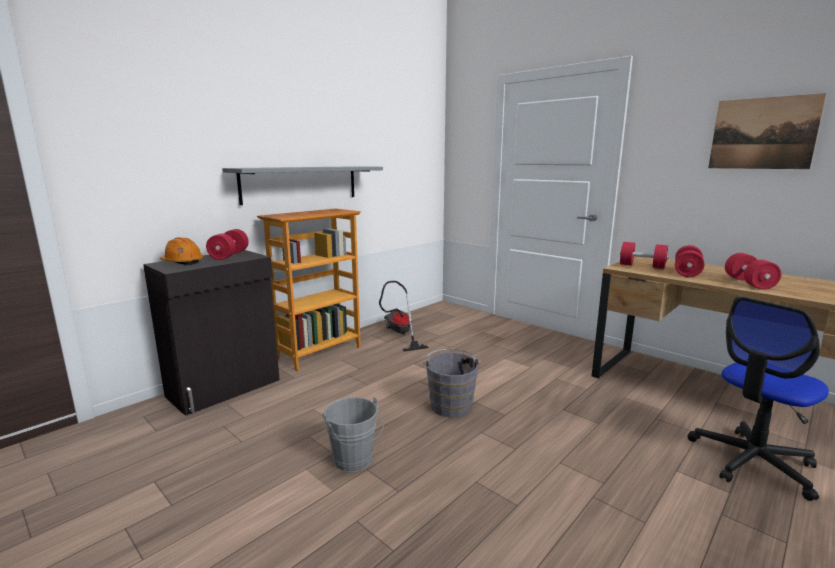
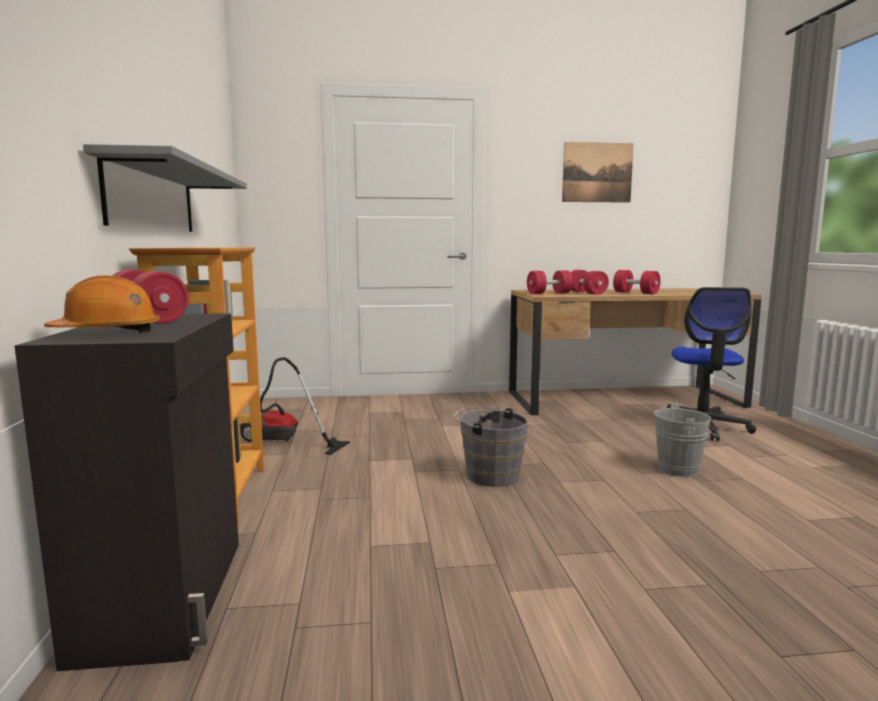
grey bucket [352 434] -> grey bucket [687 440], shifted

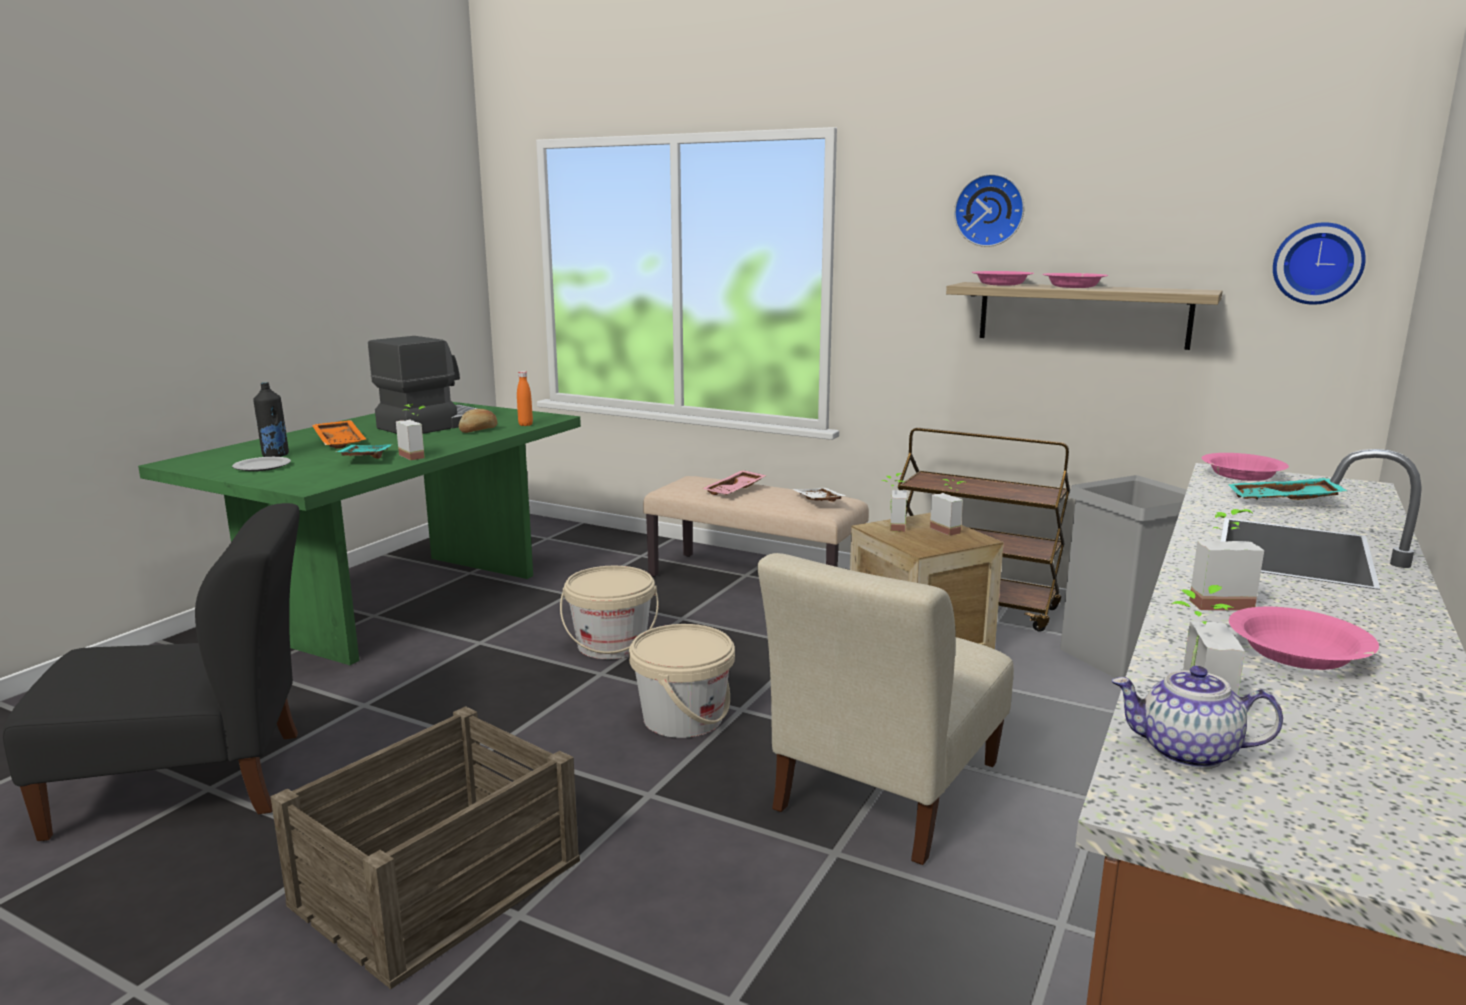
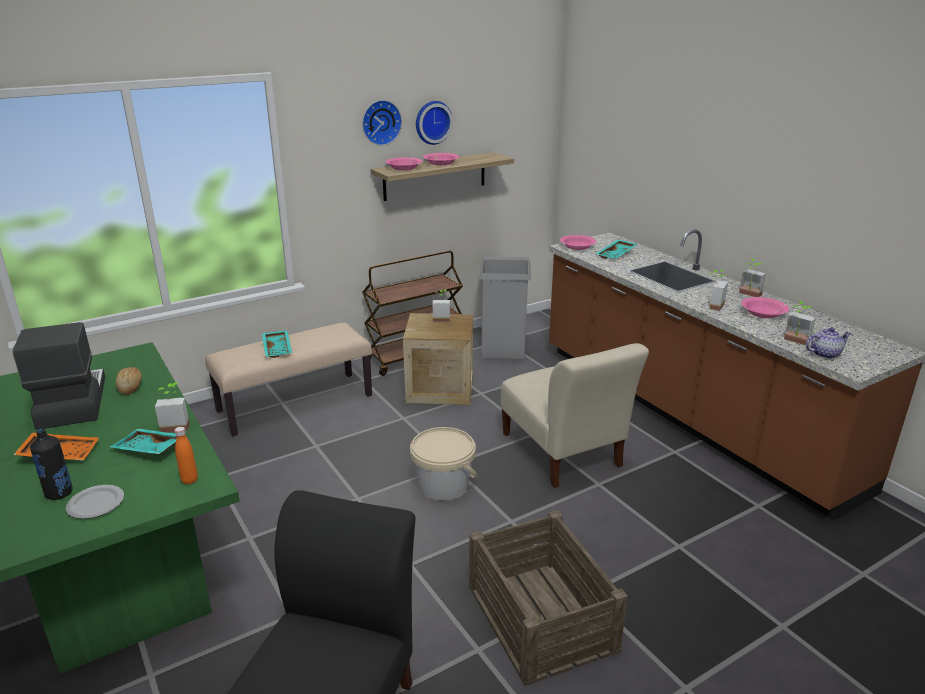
orange bottle [525 398] -> orange bottle [186 455], shifted
beige bucket [609 612] -> none
pink tray [734 482] -> turquoise tray [277 344]
white tray [819 495] -> none
potted plant [894 502] -> potted plant [752 278], shifted
teapot [1197 717] -> teapot [829 343], 150 degrees counterclockwise
wall clock [1319 263] -> wall clock [434 123], shifted

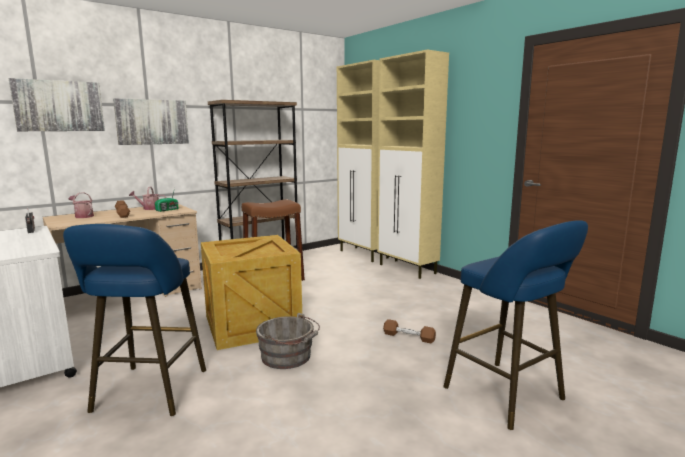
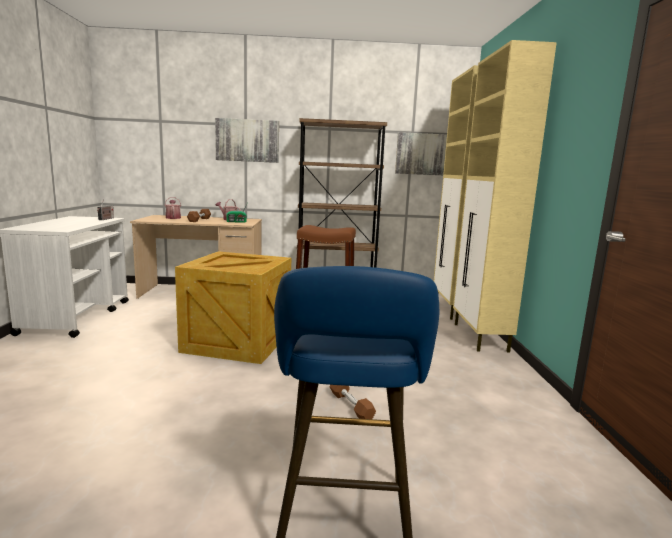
picture [57 104] -> picture [421 153], shifted
blue stool [134 320] -> none
grey bucket [288 341] -> none

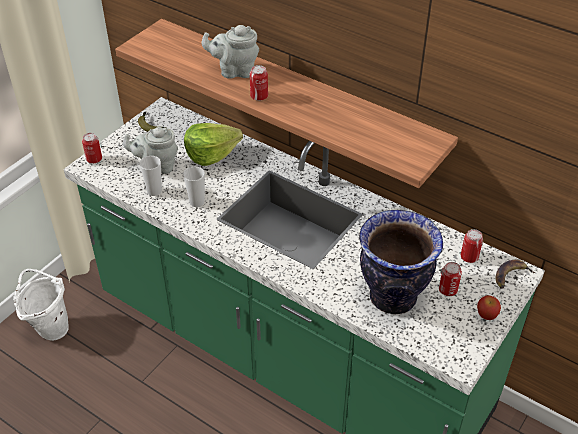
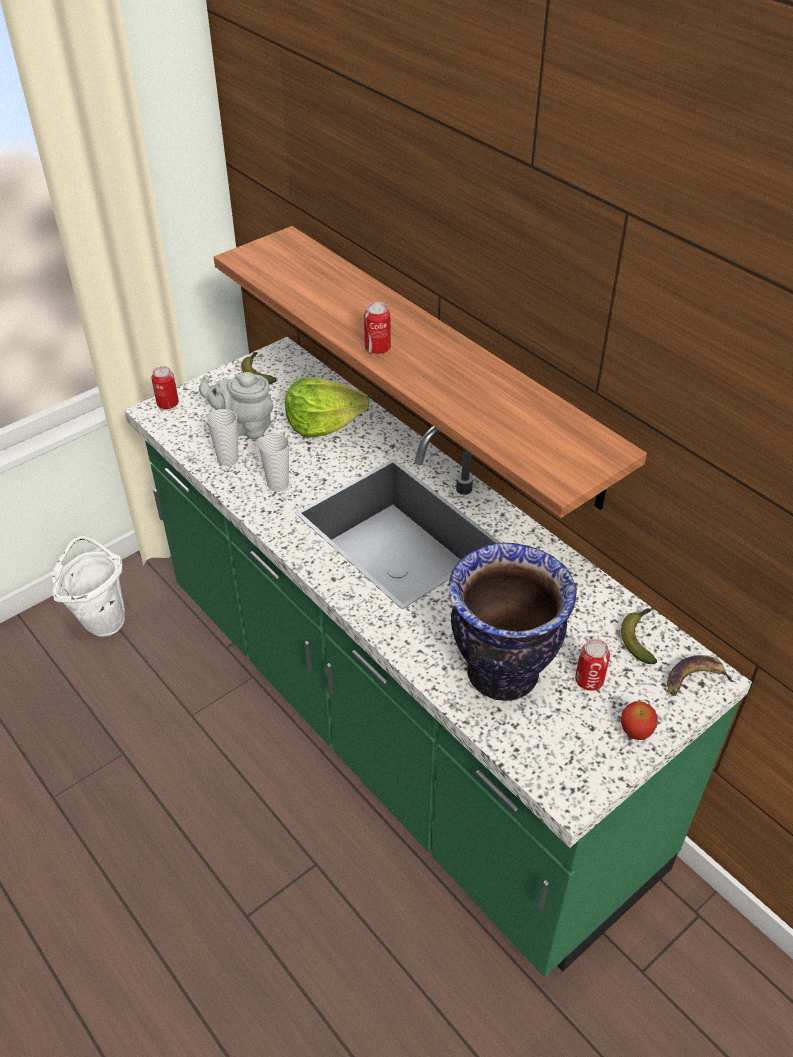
grey teapot [230 52] -> none
can [472 246] -> banana [639 636]

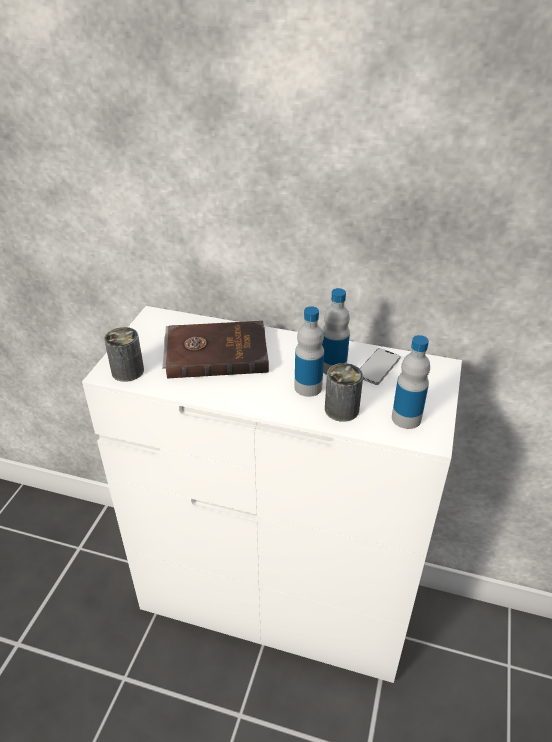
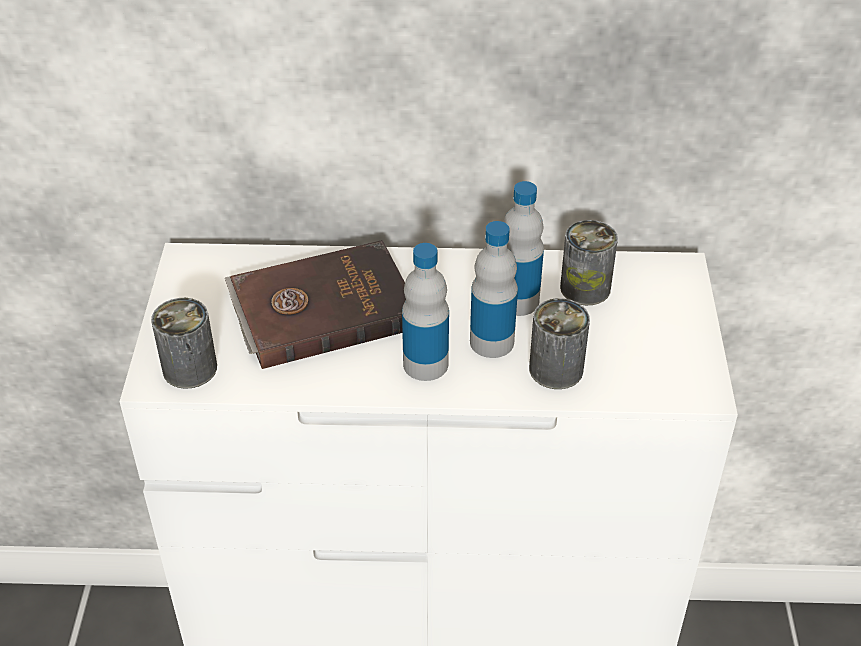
phone [380 366] -> can [589 262]
bottle [411 382] -> bottle [425 312], shifted

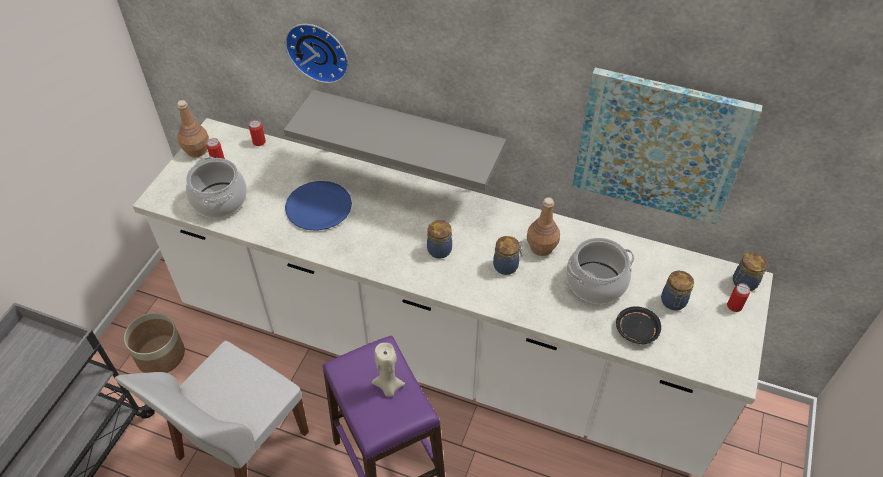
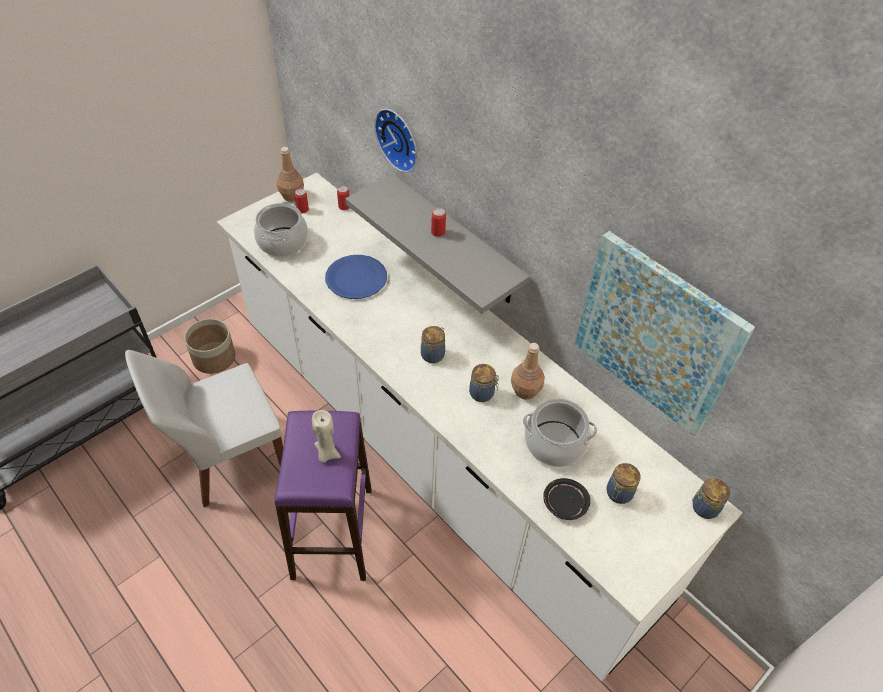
can [738 297] -> can [438 222], shifted

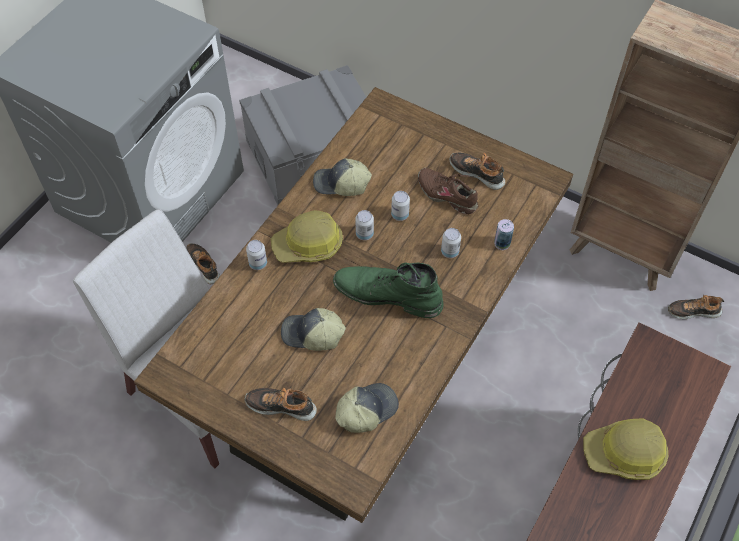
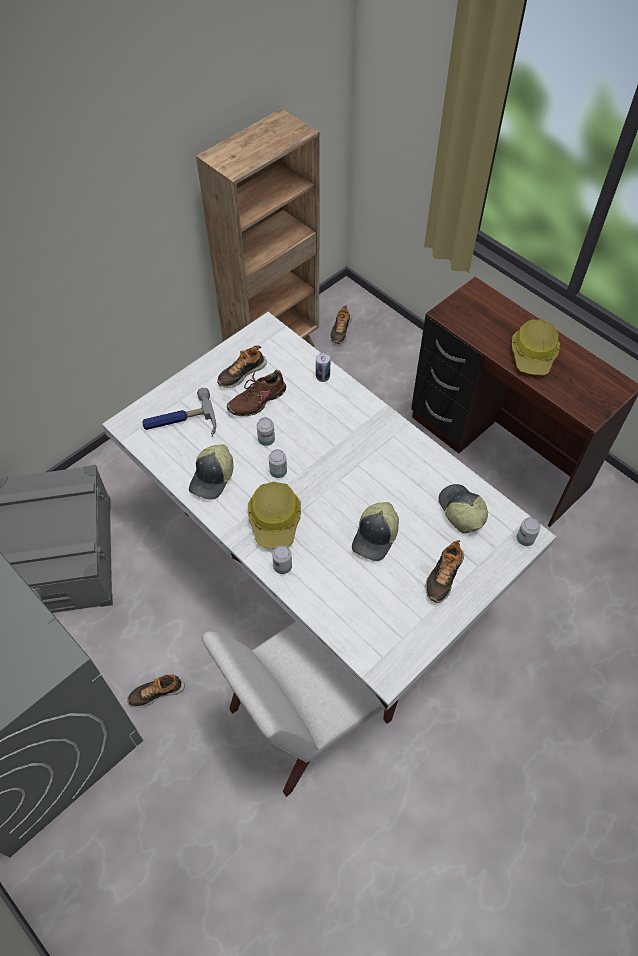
brown dining table [353 305] -> white dining table [329 511]
green boot [388 290] -> none
can [451 243] -> can [529 531], shifted
none -> hammer [179 412]

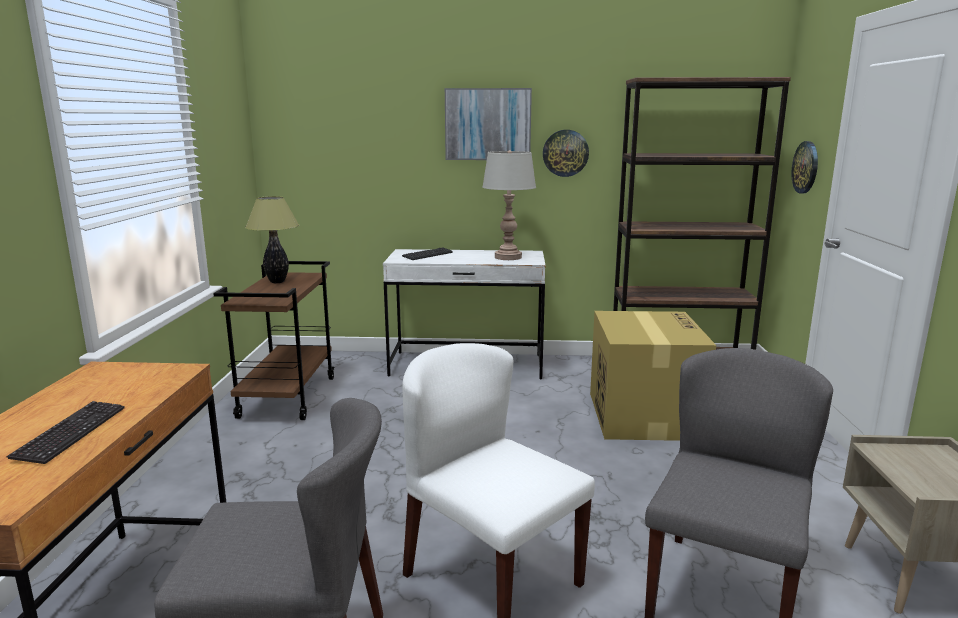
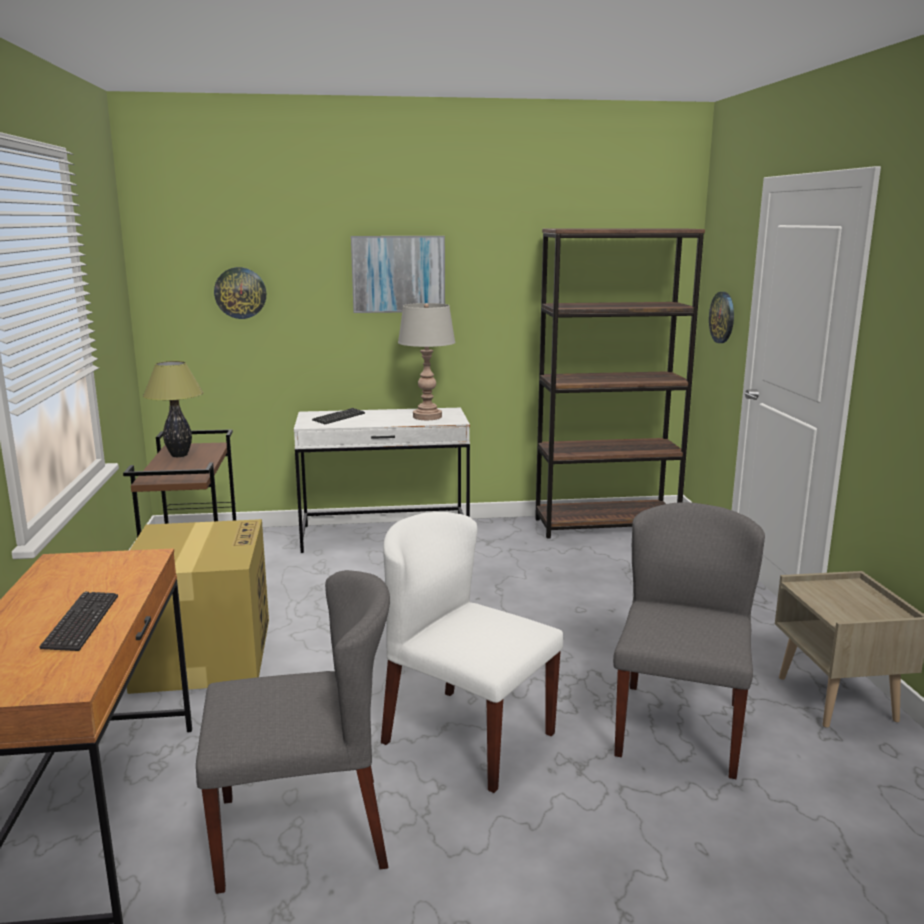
wall clock [566 153] -> wall clock [240 293], shifted
cardboard box [653 376] -> cardboard box [198 606], shifted

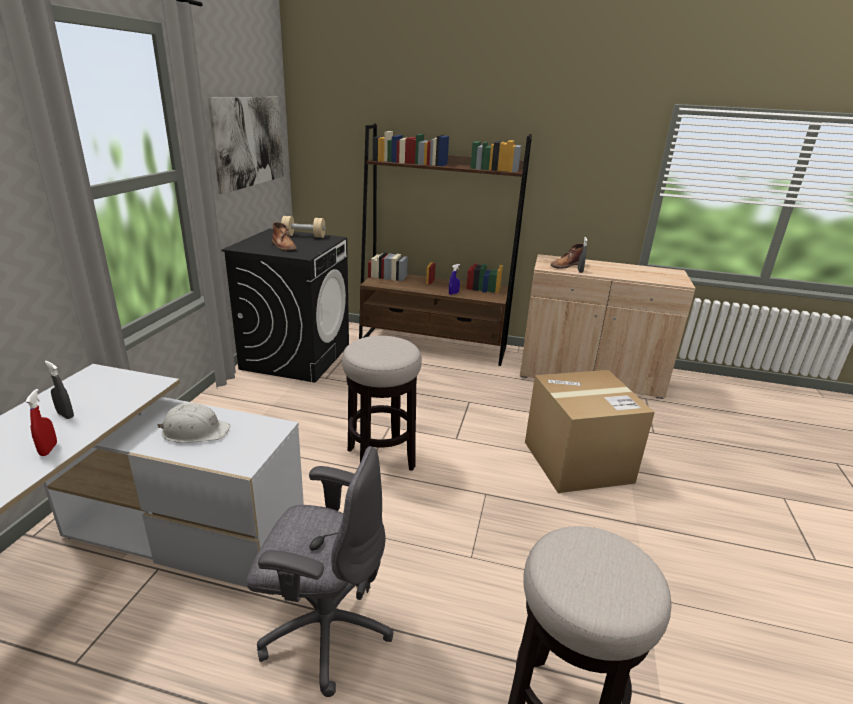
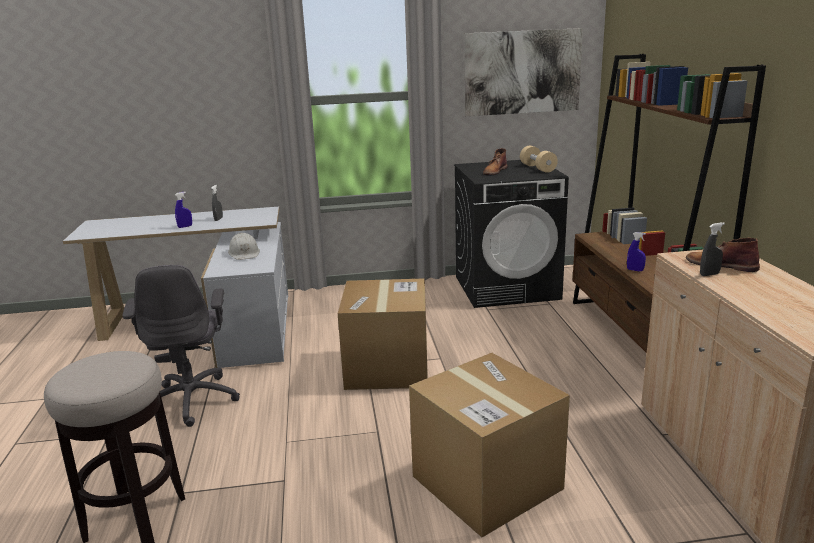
red spray bottle [41 422] -> blue spray bottle [183 210]
stool [382 403] -> cardboard box [383 334]

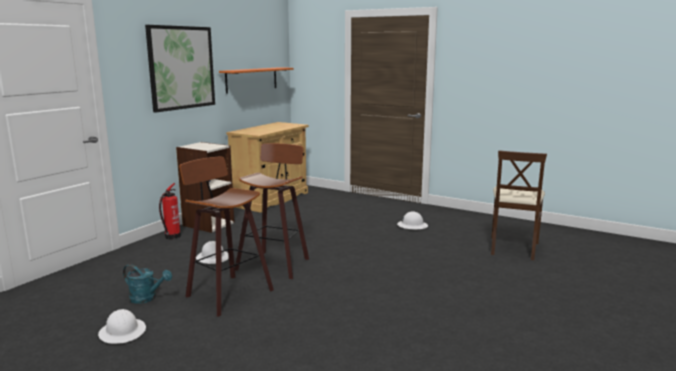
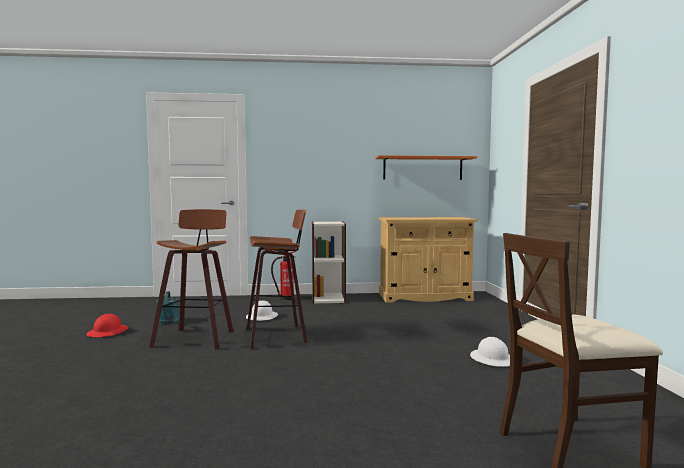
white hard hat [122 326] -> red hard hat [107 325]
picture [180 68] -> none

